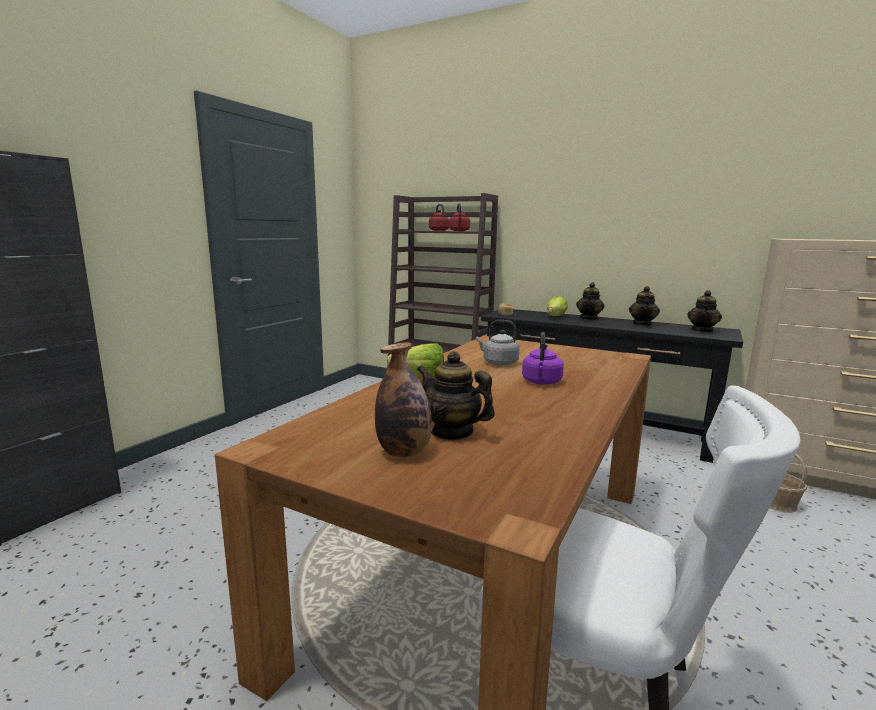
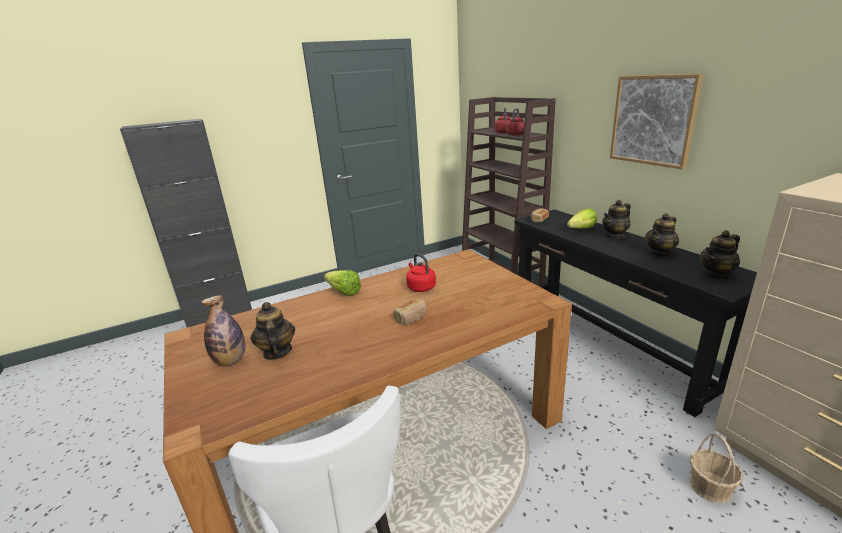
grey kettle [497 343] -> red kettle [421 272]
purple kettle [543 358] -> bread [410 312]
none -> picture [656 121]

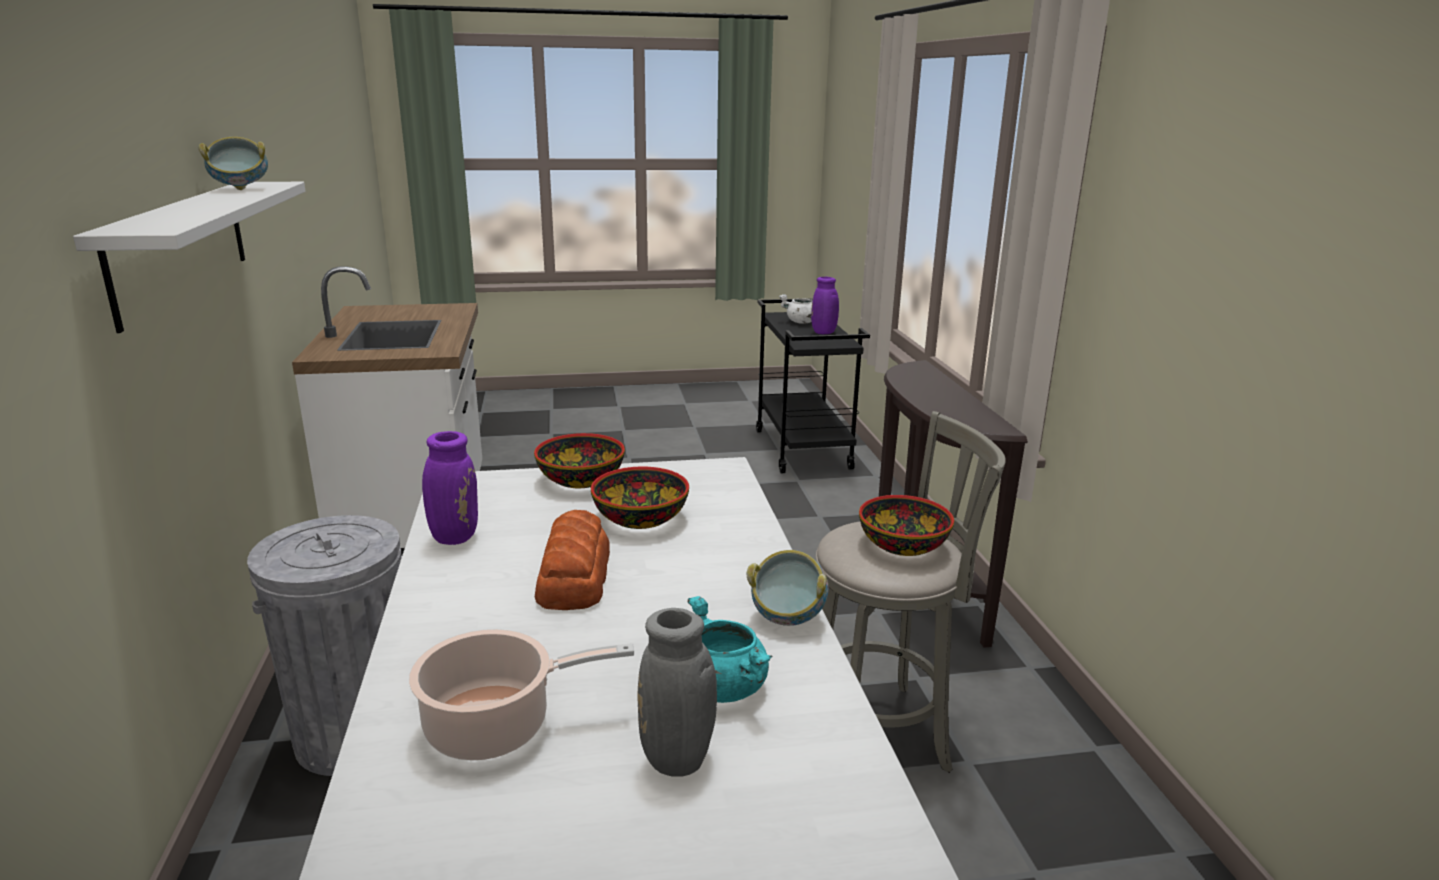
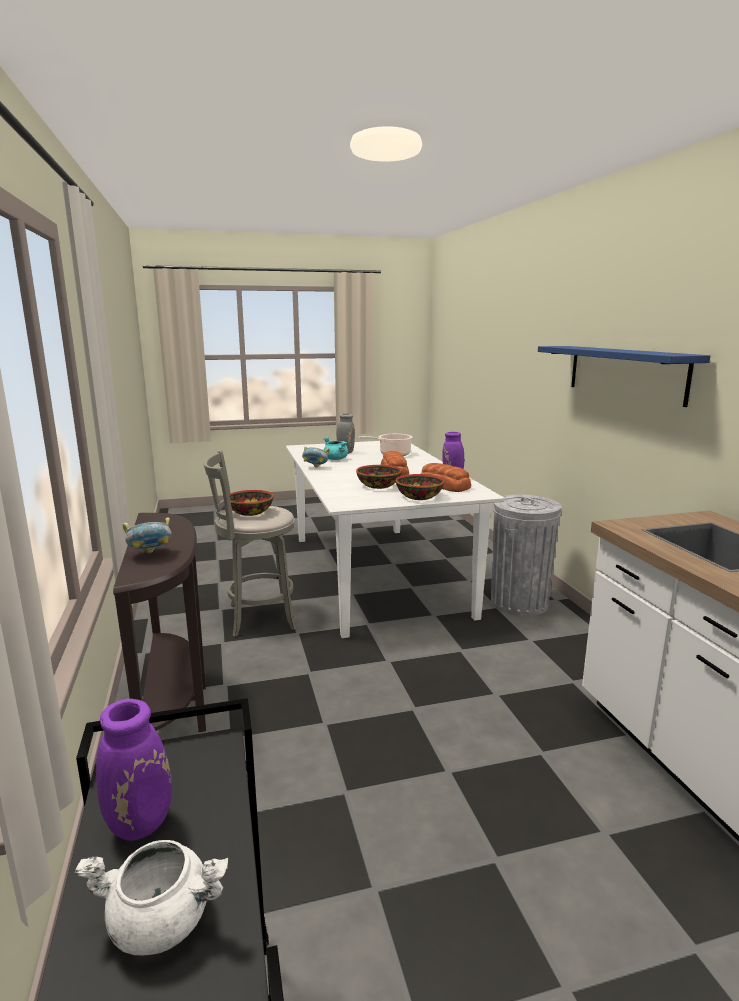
white shelf [189 257] -> blue shelf [624 376]
bowl [233 163] -> bowl [147 535], shifted
none -> bread [445 477]

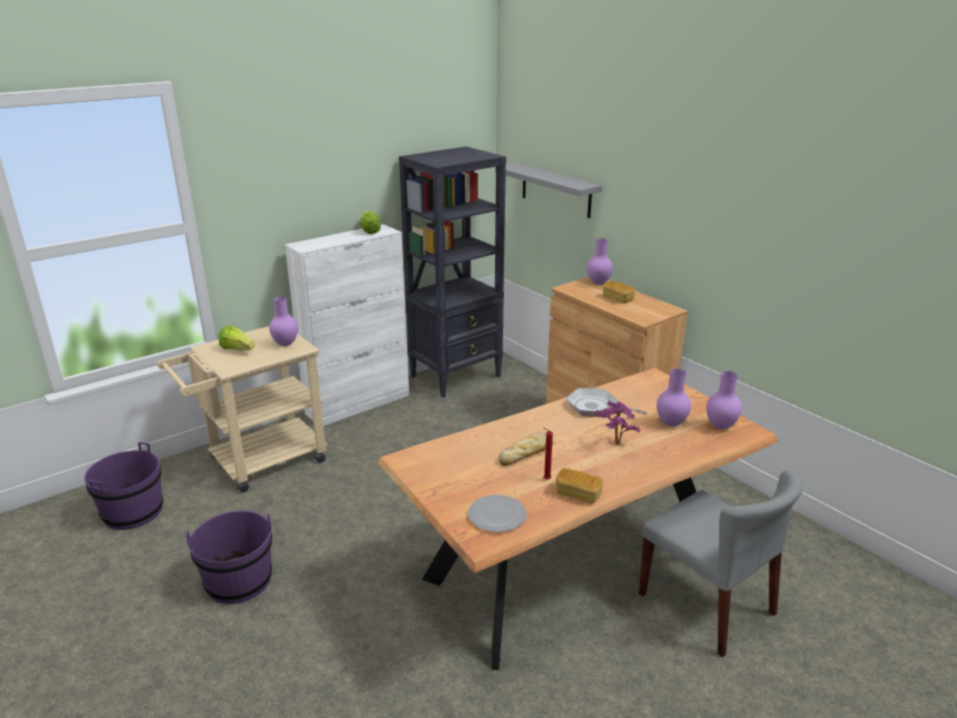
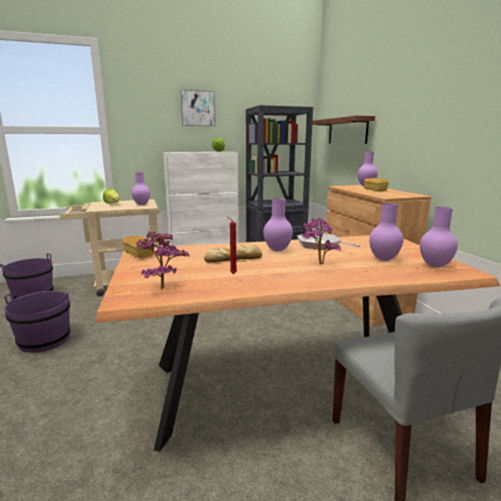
plate [497 513] -> potted plant [163 260]
grey shelf [548 190] -> brown shelf [343 130]
bread [579 485] -> bread [138 247], shifted
none -> picture [197 108]
none -> purple vase [278 224]

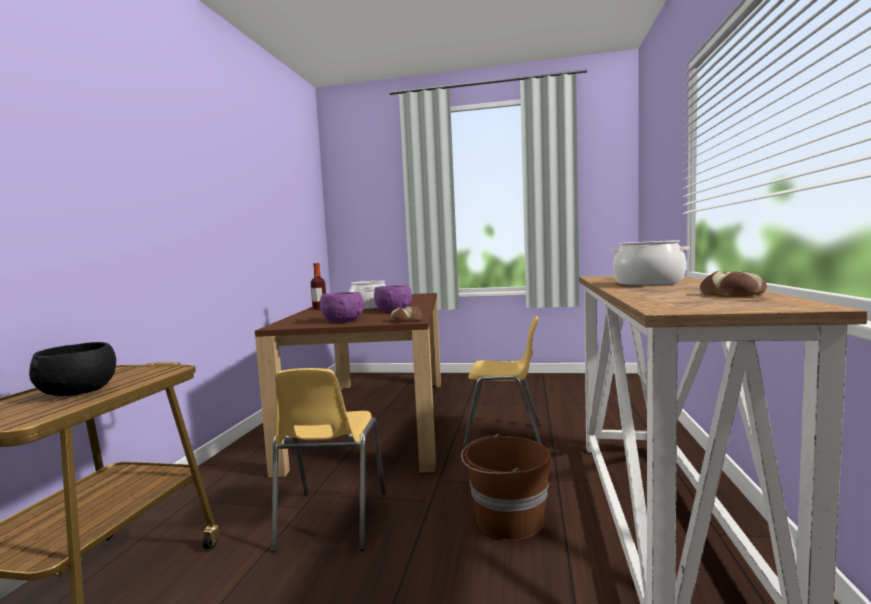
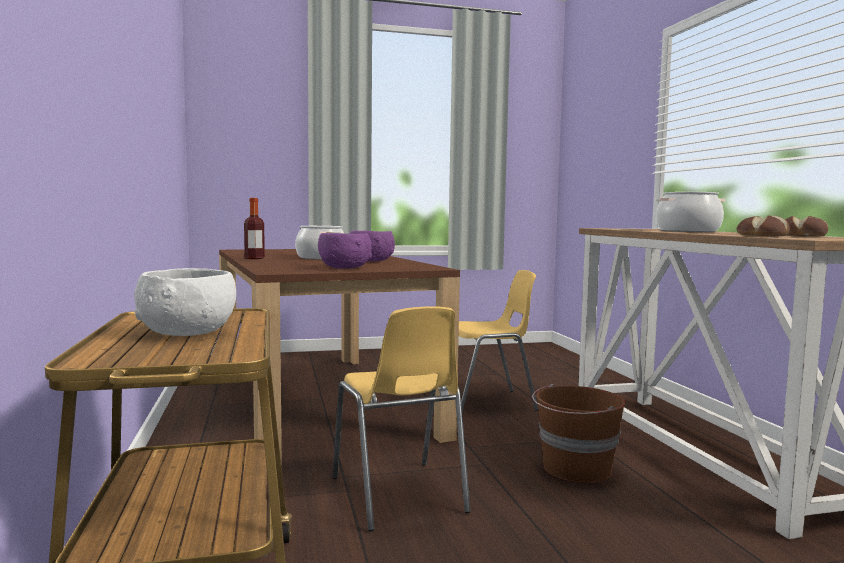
black bowl [72 369] -> white bowl [185 302]
bread [406 314] -> bread [763 226], shifted

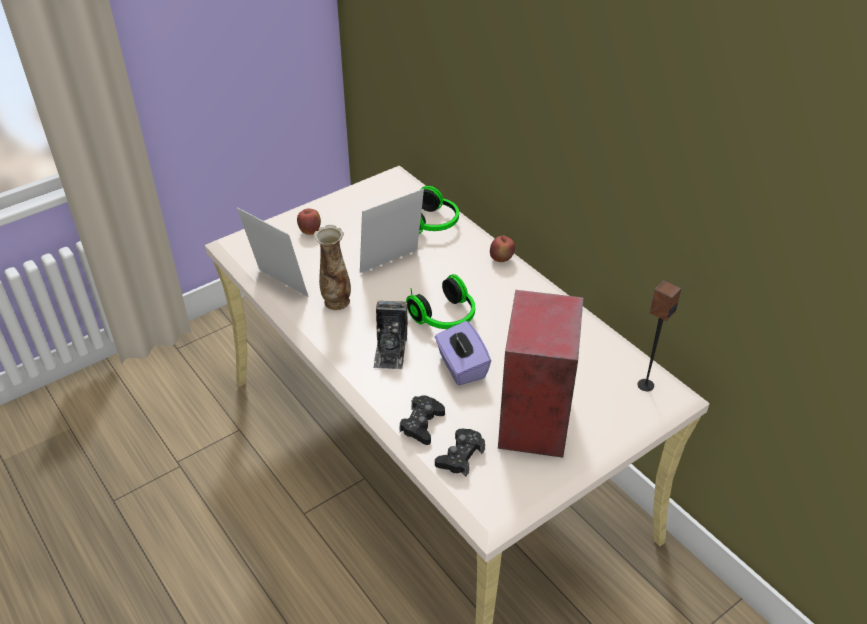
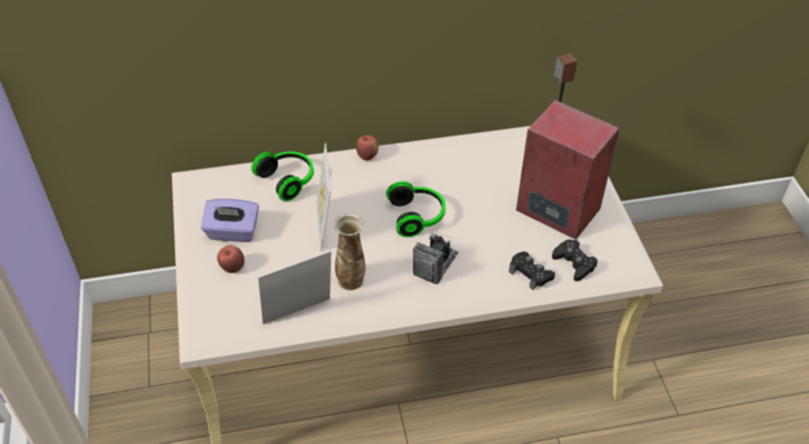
photo camera [390 335] -> photo camera [436 258], 90 degrees counterclockwise
purple tissue box [463 353] -> purple tissue box [230 220], shifted

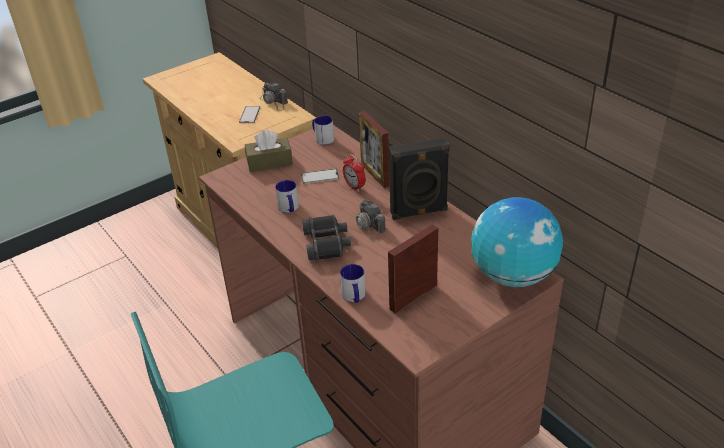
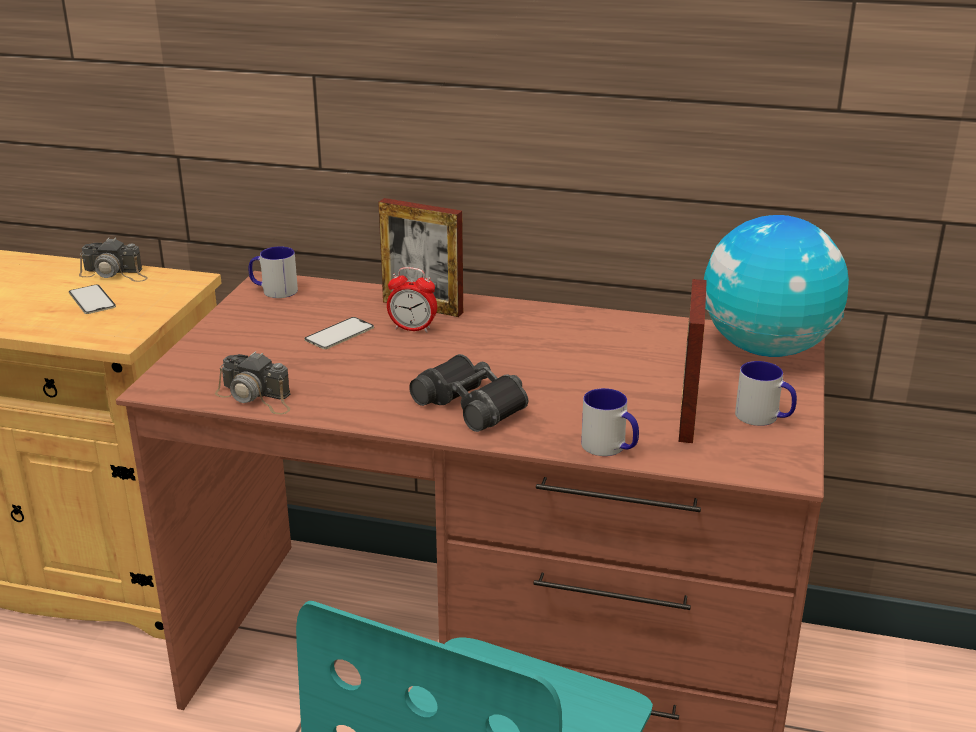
brown tissue box [269 151] -> none
mug [287 196] -> mug [766 393], shifted
photo camera [370 221] -> photo camera [252 382], shifted
black speaker [419 179] -> none

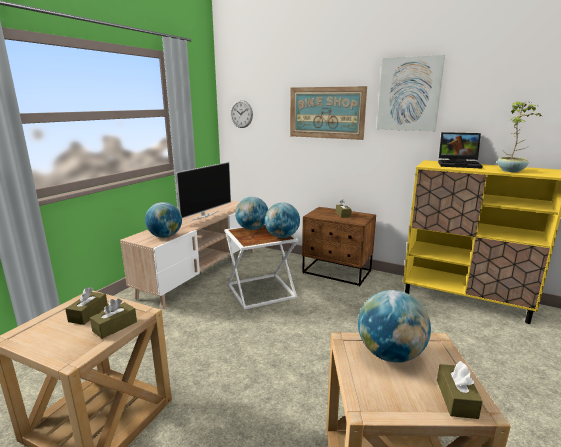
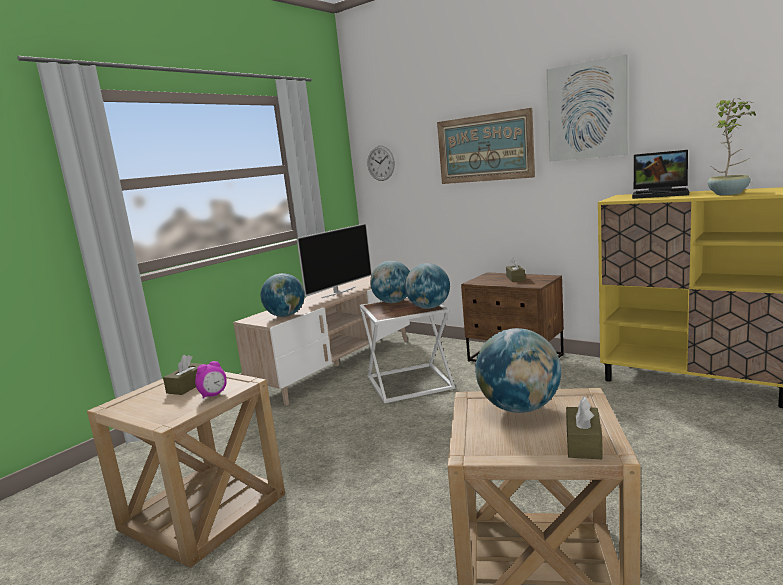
brown tissue box [113 318] -> alarm clock [211 379]

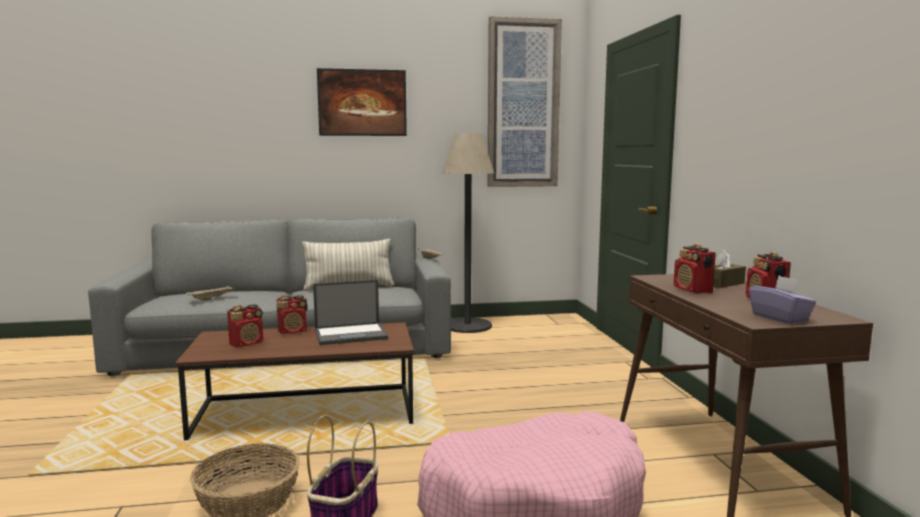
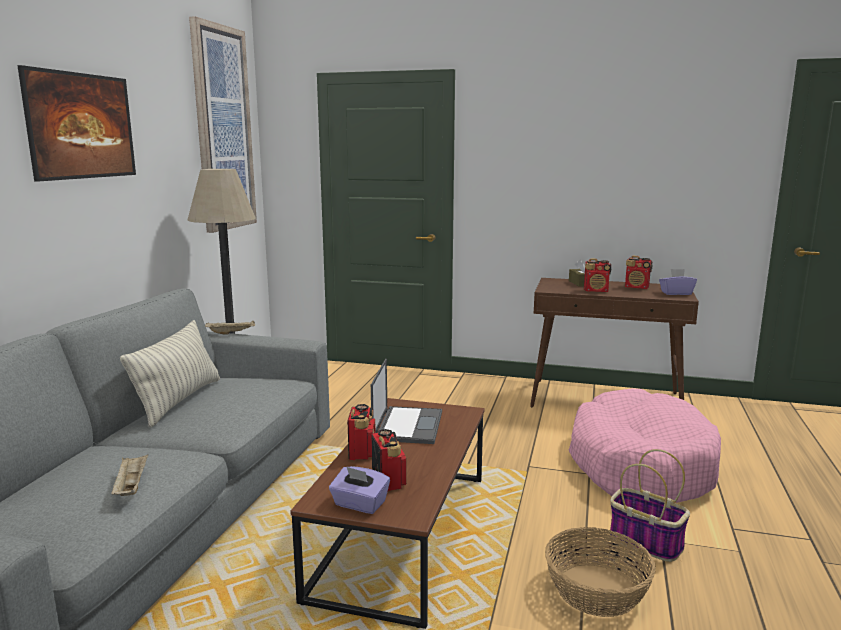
none -> purple tissue box [359 490]

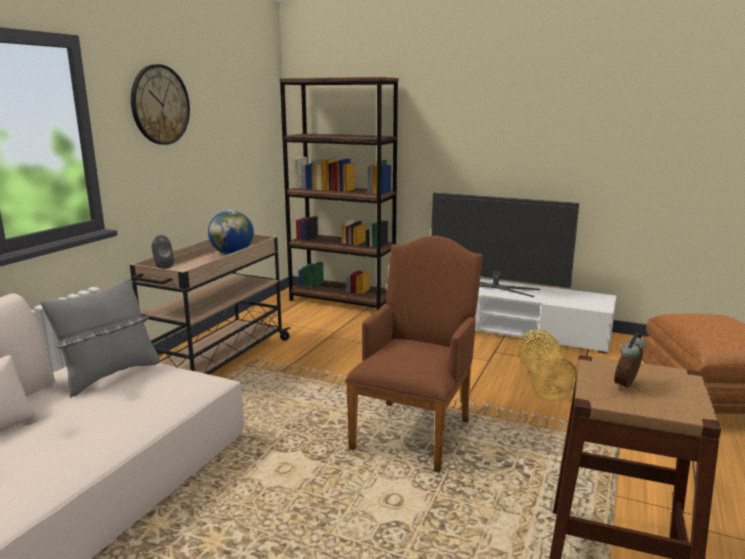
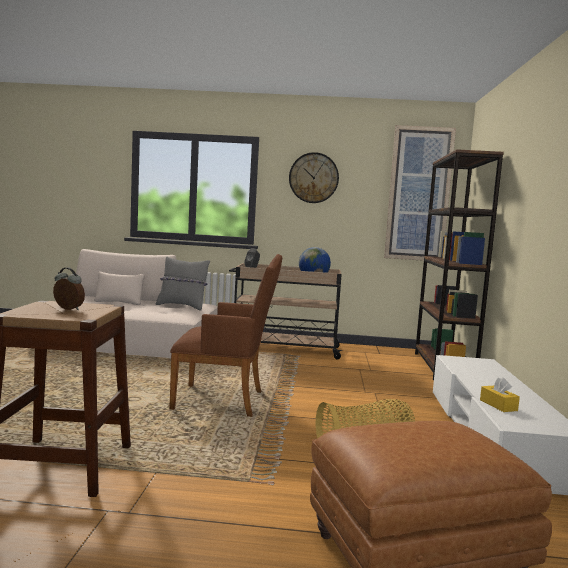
television [505 244] -> none
none -> picture [420 193]
none -> yellow tissue box [500 394]

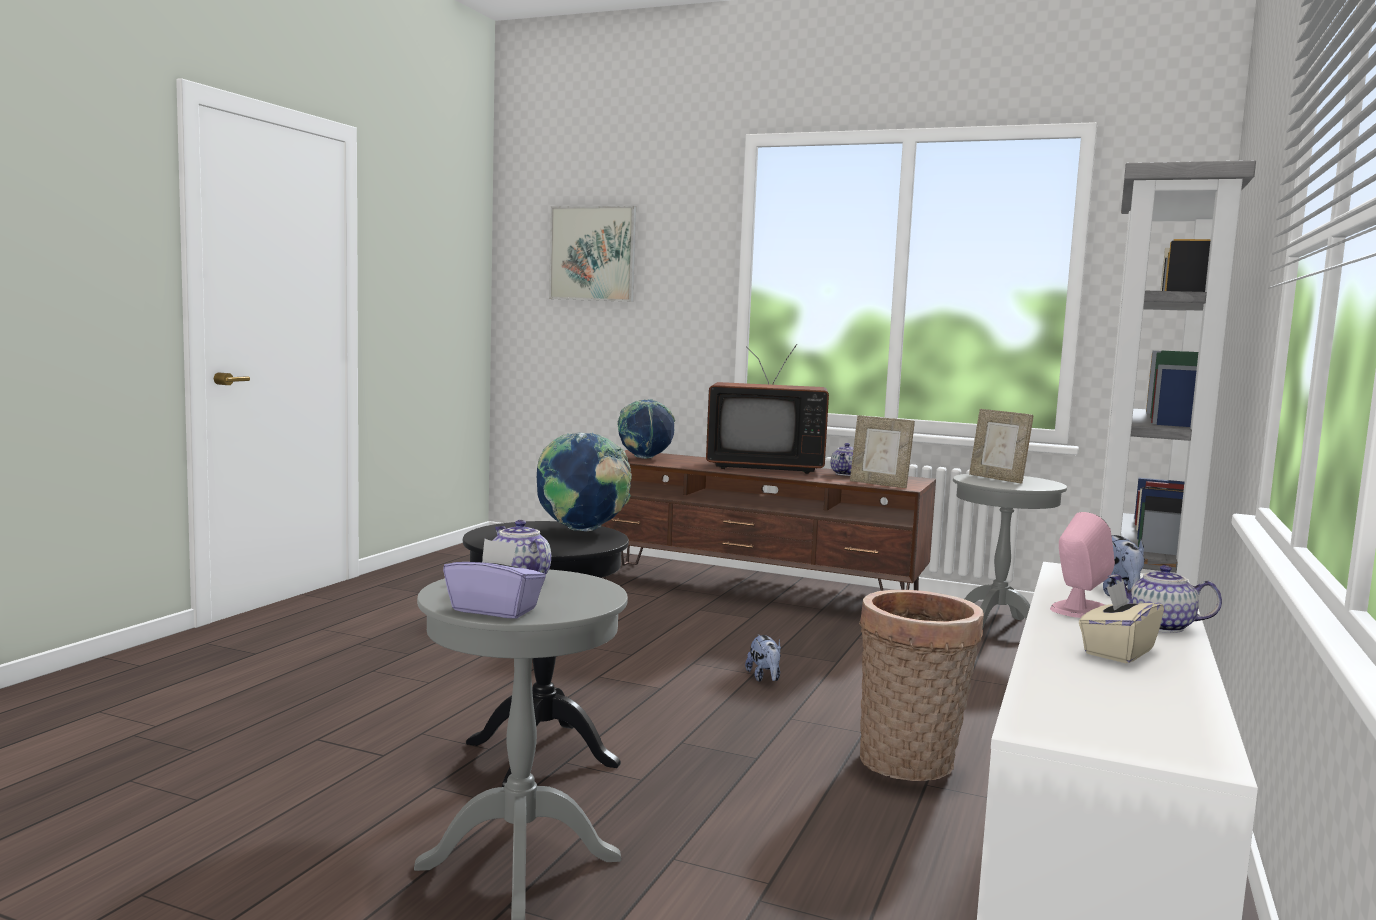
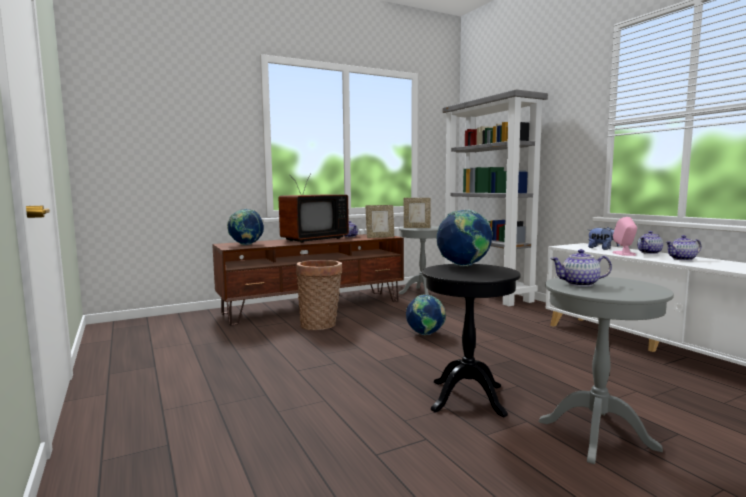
purple tissue box [494 579] -> none
picture [592 254] -> none
plush toy [763 658] -> globe [426 315]
basket [921 685] -> basket [319 295], shifted
beige tissue box [1121 622] -> teapot [683 248]

